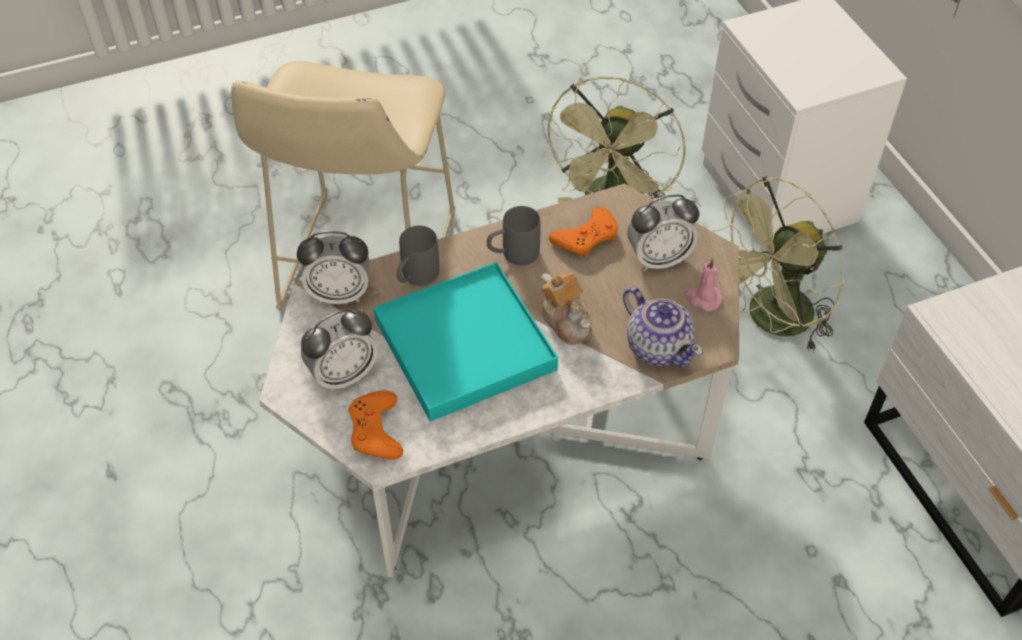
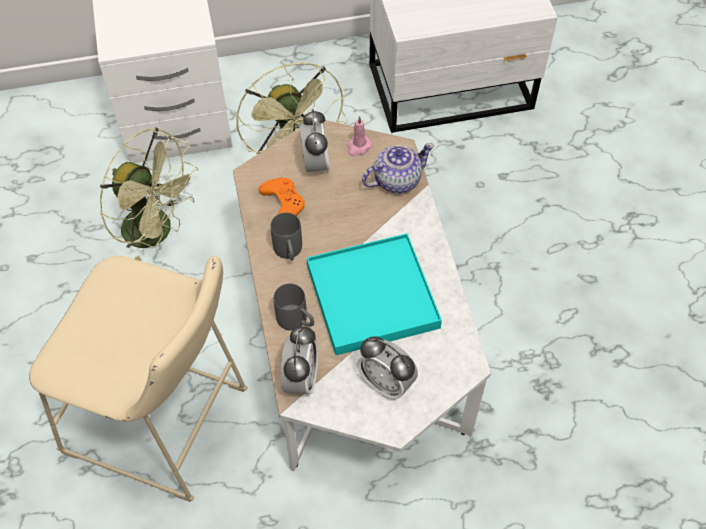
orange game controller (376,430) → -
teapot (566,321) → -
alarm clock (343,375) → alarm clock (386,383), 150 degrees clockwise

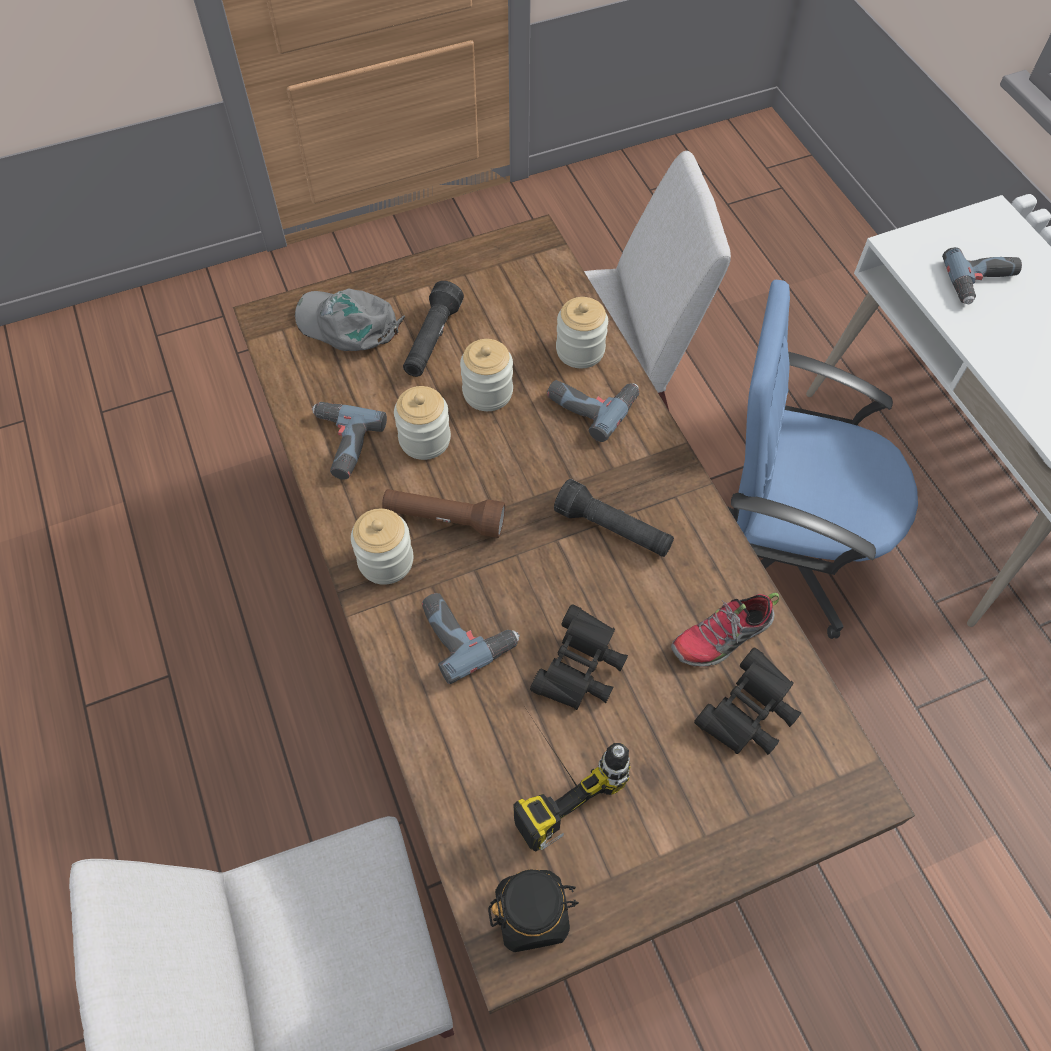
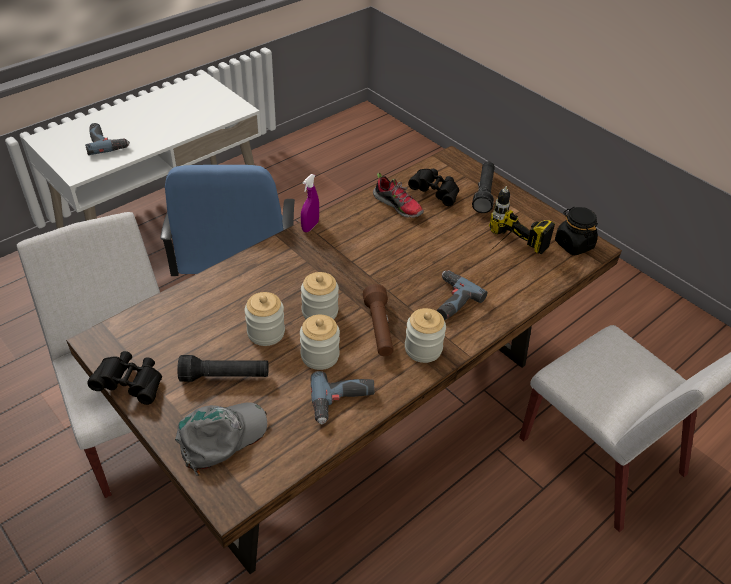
power drill (591,403) → -
- → purple spray bottle (310,226)
black binoculars (580,670) → black binoculars (131,384), move
black flashlight (613,529) → black flashlight (484,193), move
jar (580,350) → jar (320,312), move
grey cap (348,324) → grey cap (221,436), 135 degrees counterclockwise

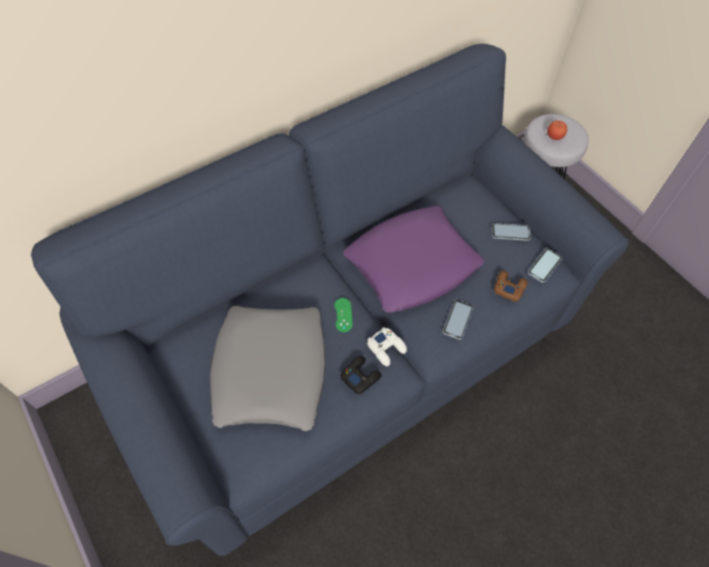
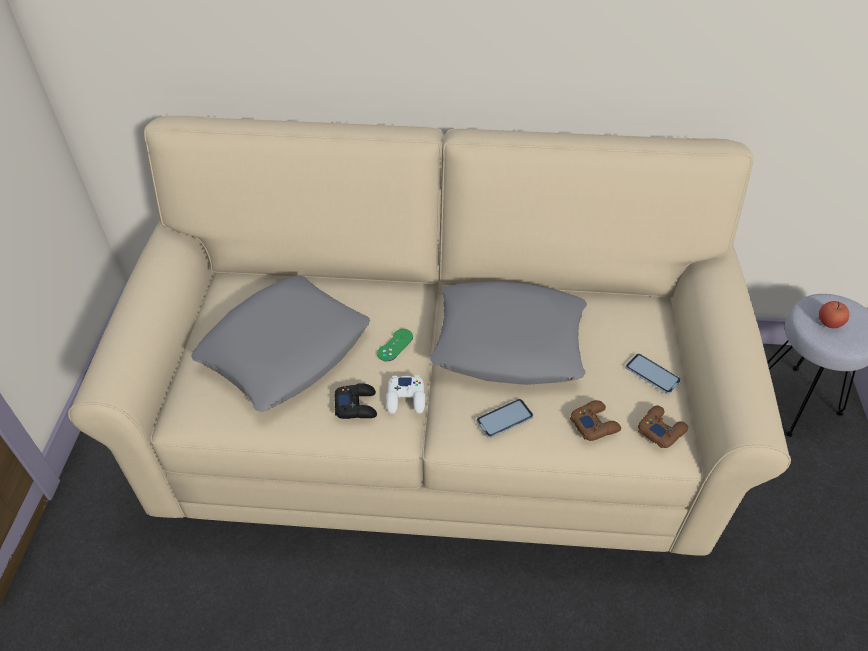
phone (544,266) → brown game controller (661,429)
blue sofa (353,348) → beige sofa (435,428)
purple pillow (412,264) → grey pillow (509,341)

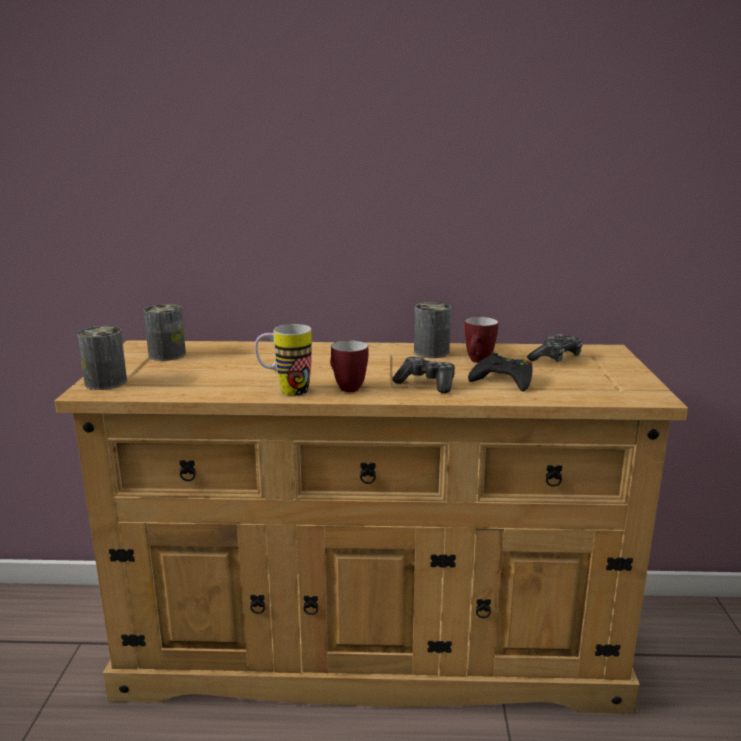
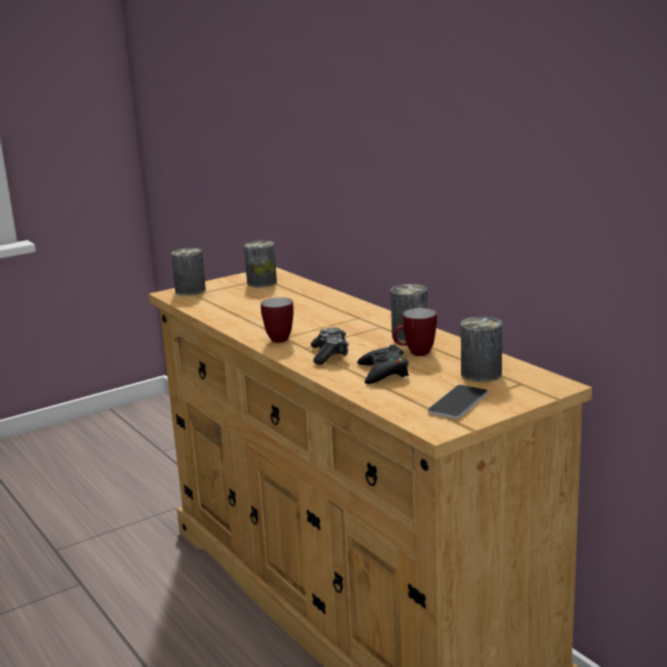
mug (285,391) → -
- → phone (458,403)
game controller (556,358) → can (481,374)

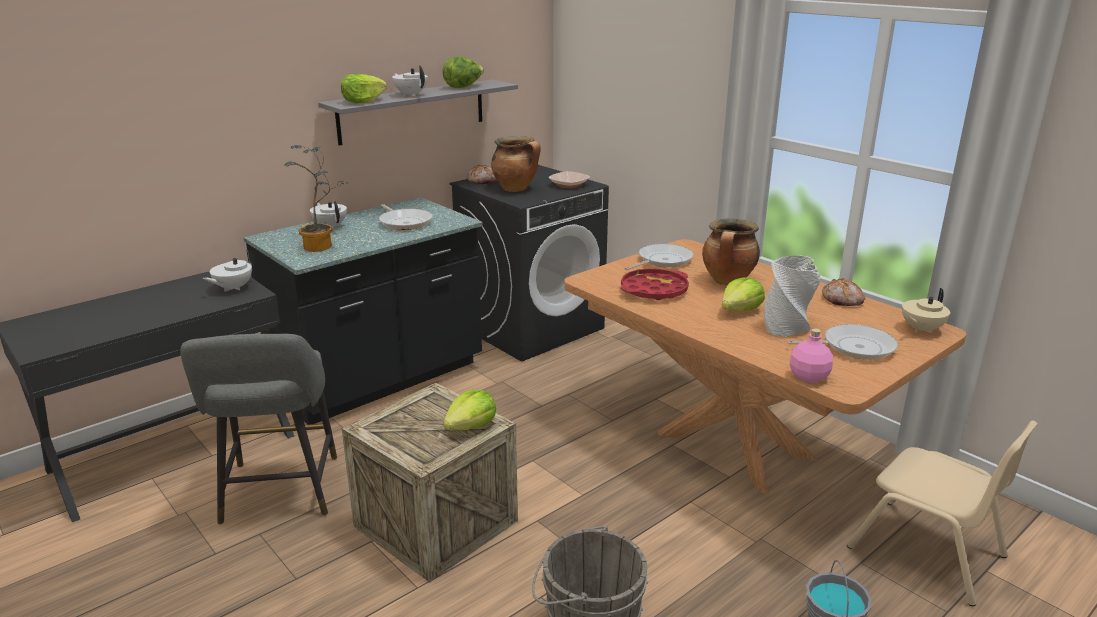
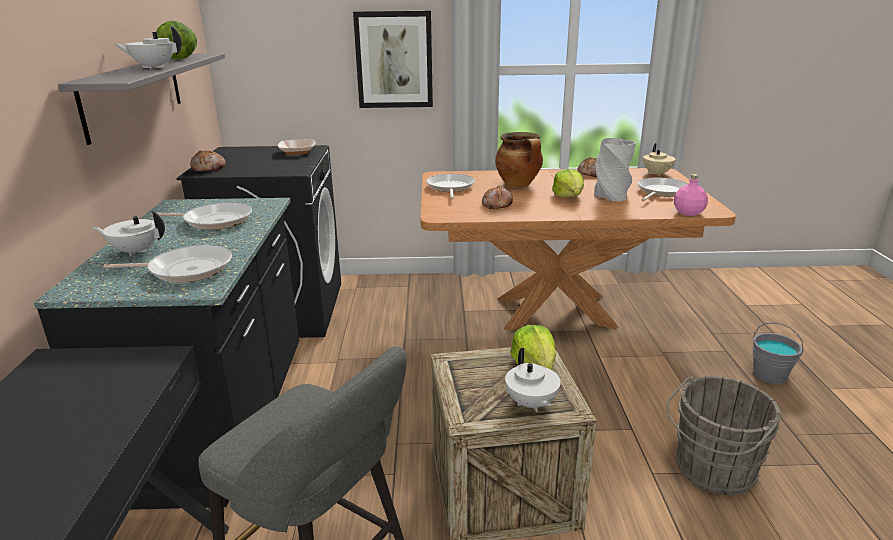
lettuce (363,101) → -
cooking pot (516,189) → -
beige chair (927,552) → -
- → picture (394,60)
white teapot (233,288) → white teapot (531,404), move
potted plant (322,247) → frying pan (186,269)
red tray (654,290) → bread (496,205)

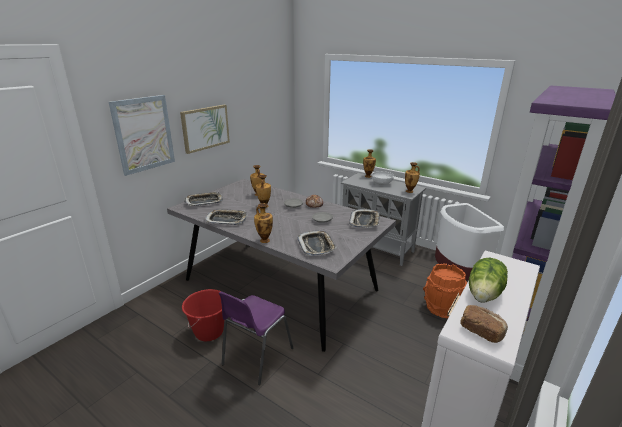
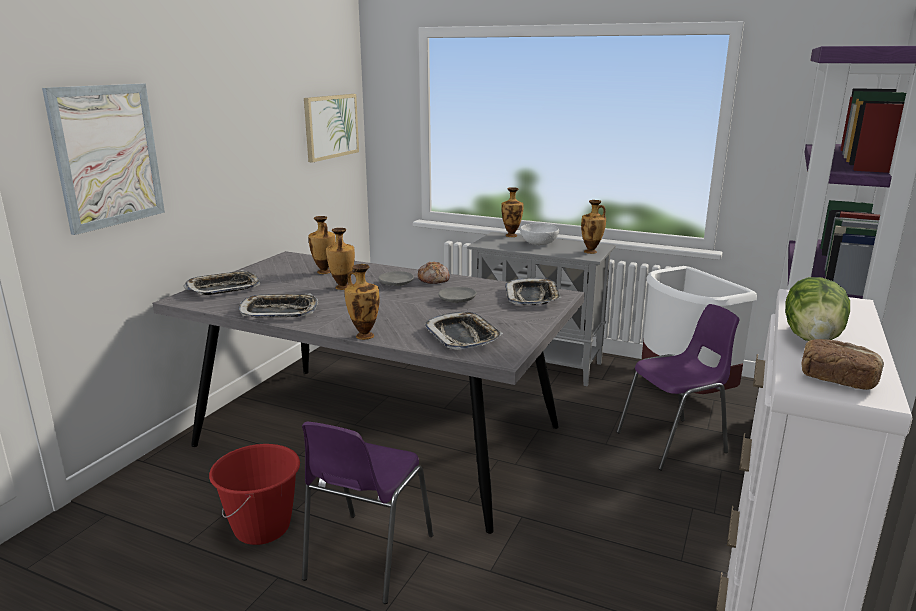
picture (205,128) → picture (331,126), move
orange bucket (442,308) → purple chair (674,443)

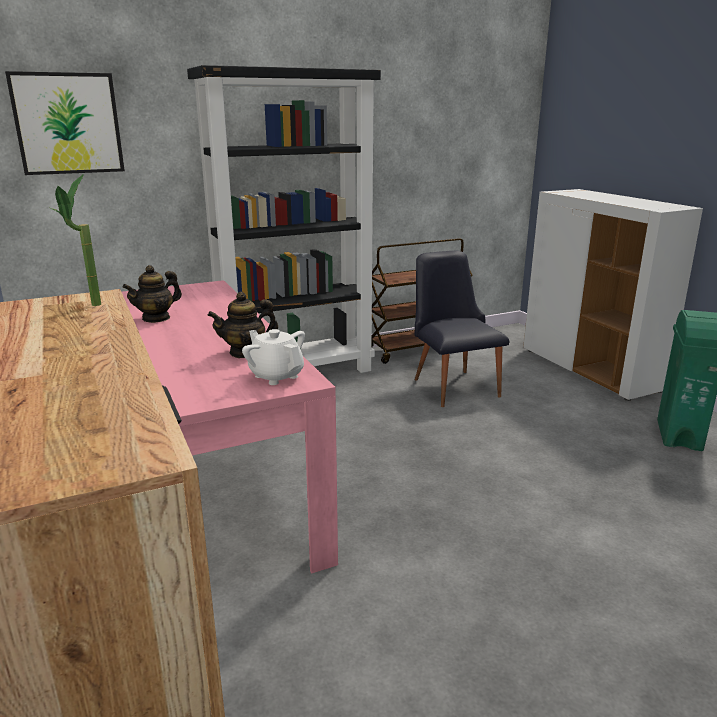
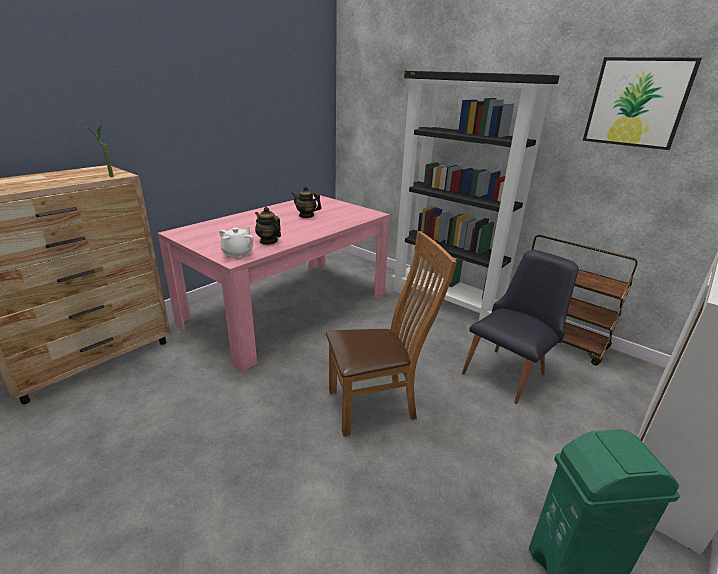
- → brown chair (377,404)
picture (68,124) → picture (637,103), move

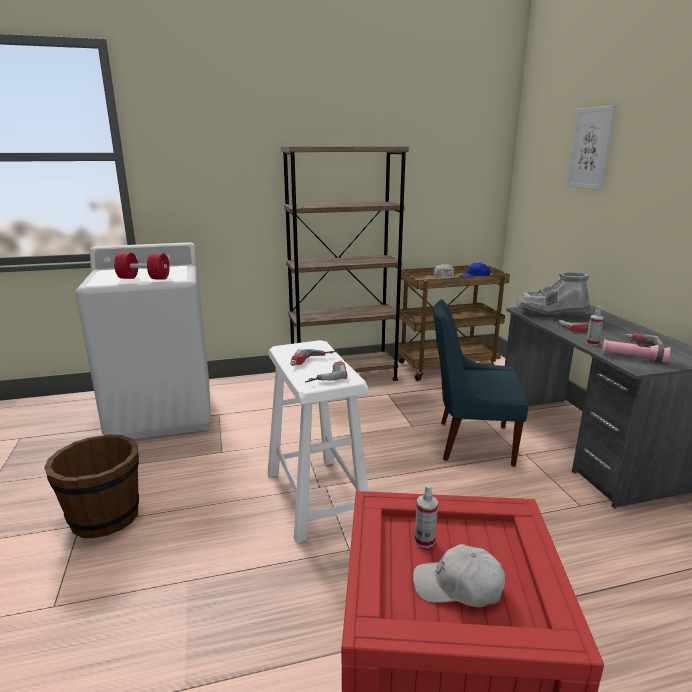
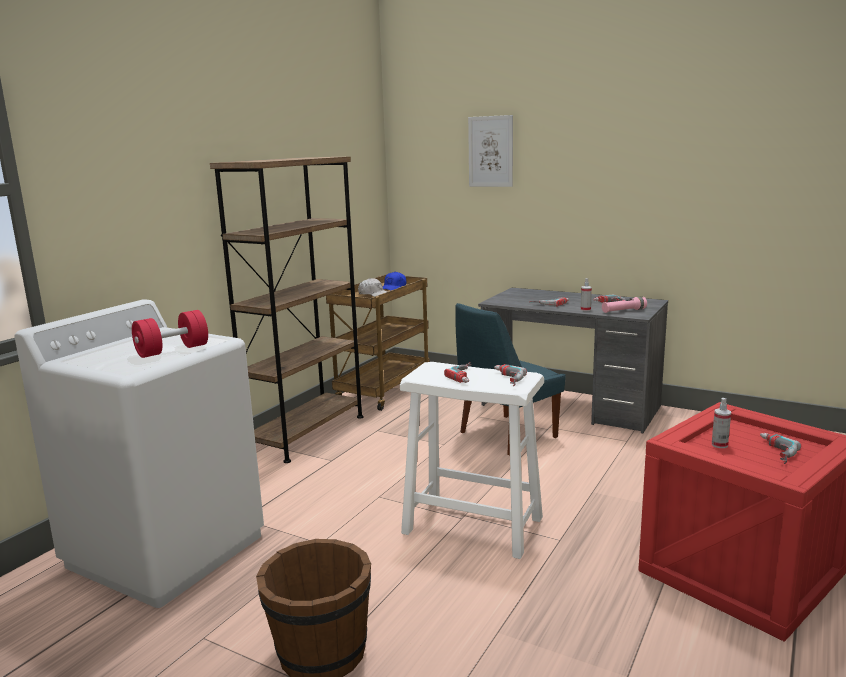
grey boot (551,313) → -
white cap (458,586) → power drill (772,452)

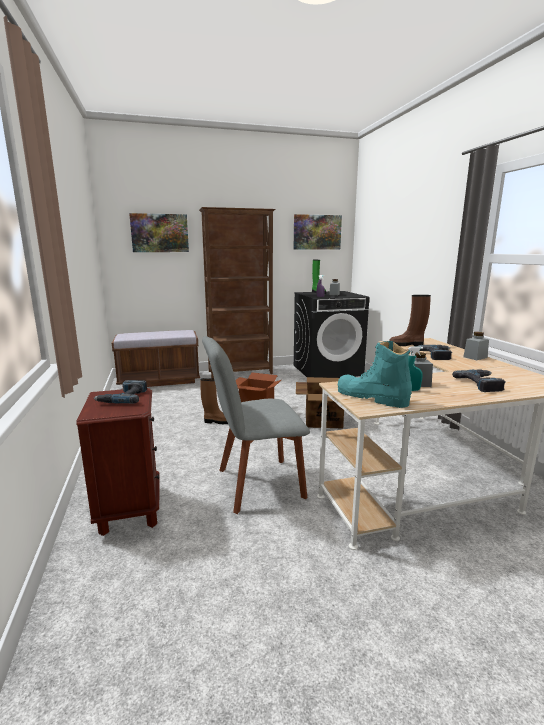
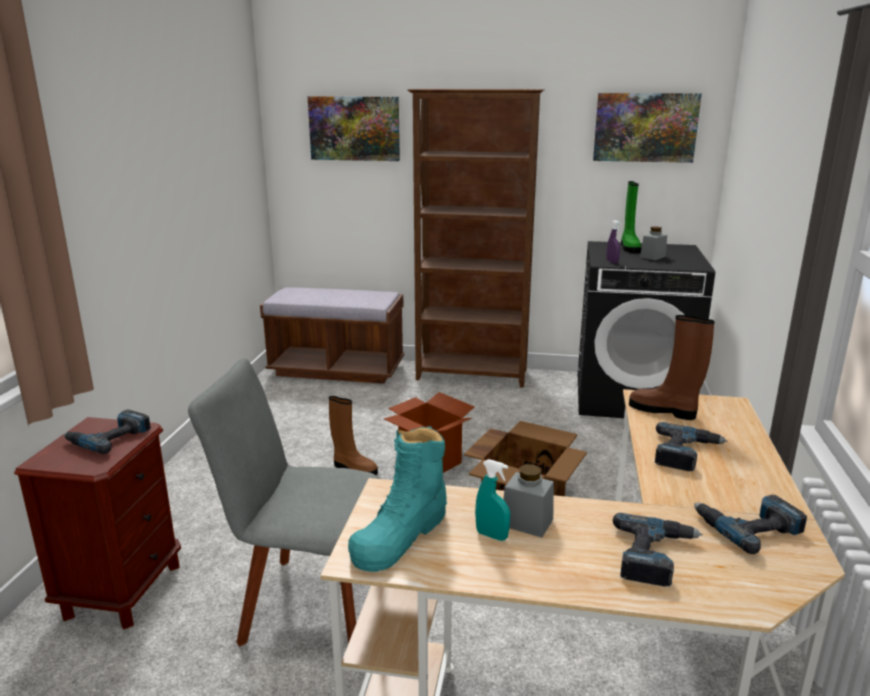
grey jar (475,357) → -
- → power drill (748,527)
turquoise boot (371,397) → turquoise boot (401,535), 120 degrees counterclockwise

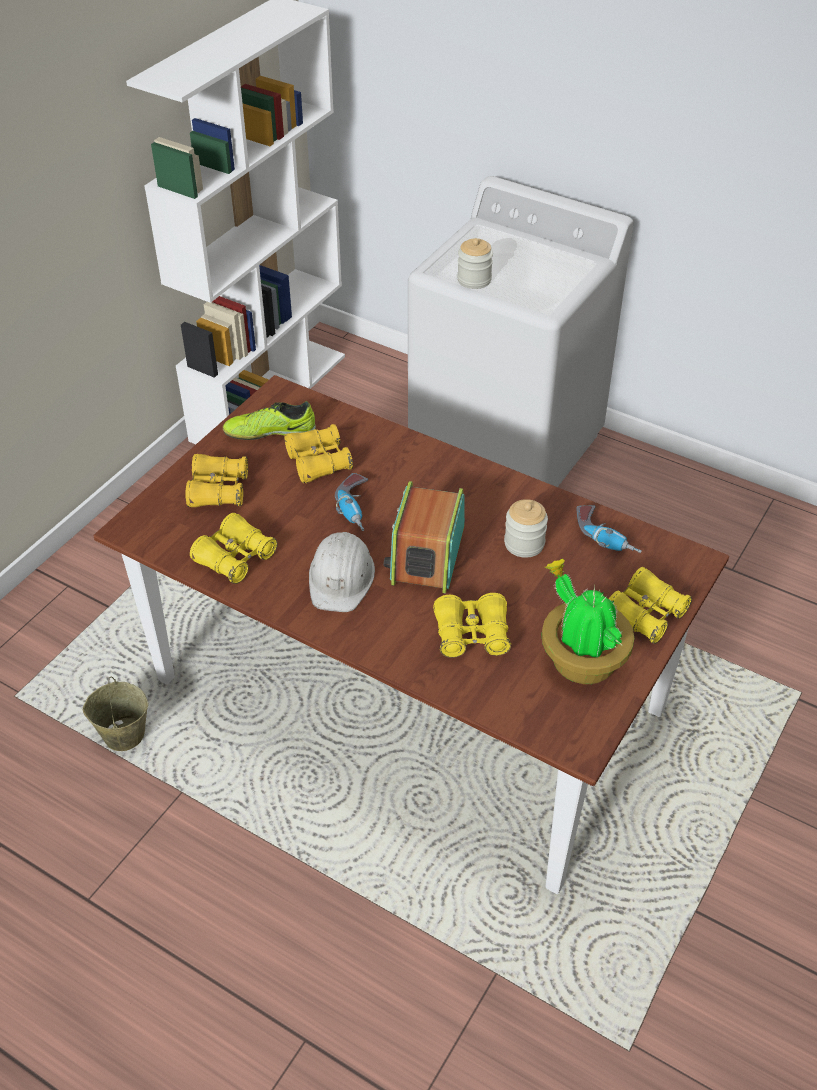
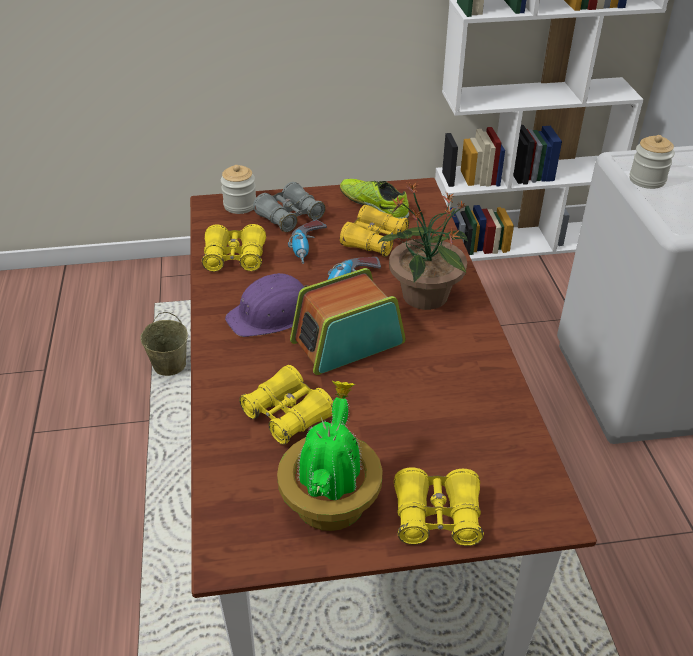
- → potted plant (424,296)
jar (524,544) → jar (240,205), move
power drill (606,537) → power drill (308,248), move
yellow binoculars (218,490) → grey binoculars (290,217)
white hard hat (341,577) → purple hard hat (271,314)

